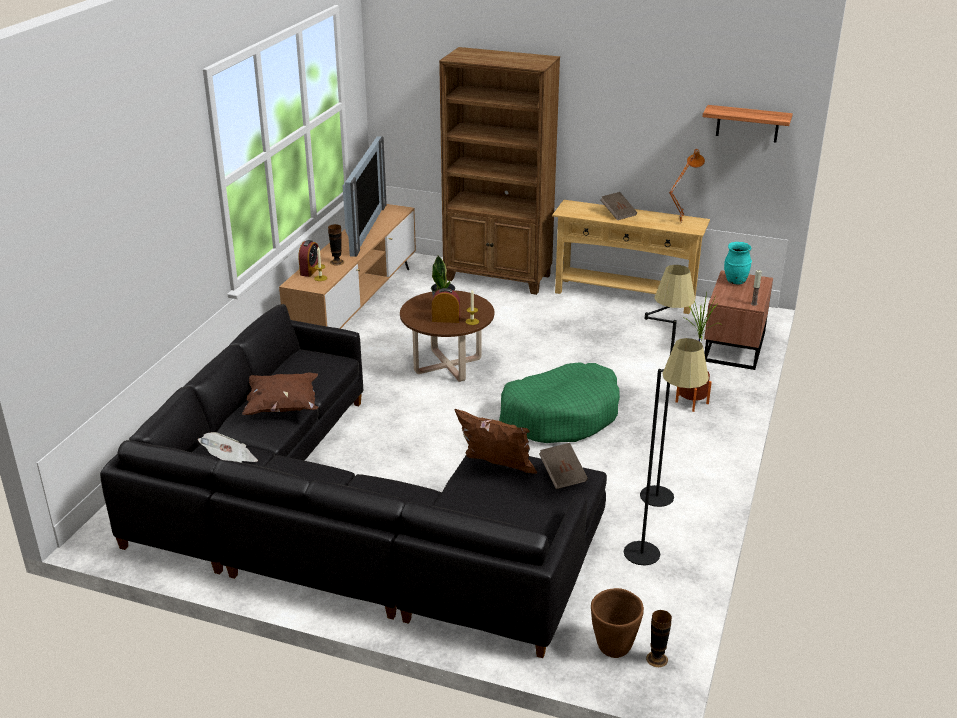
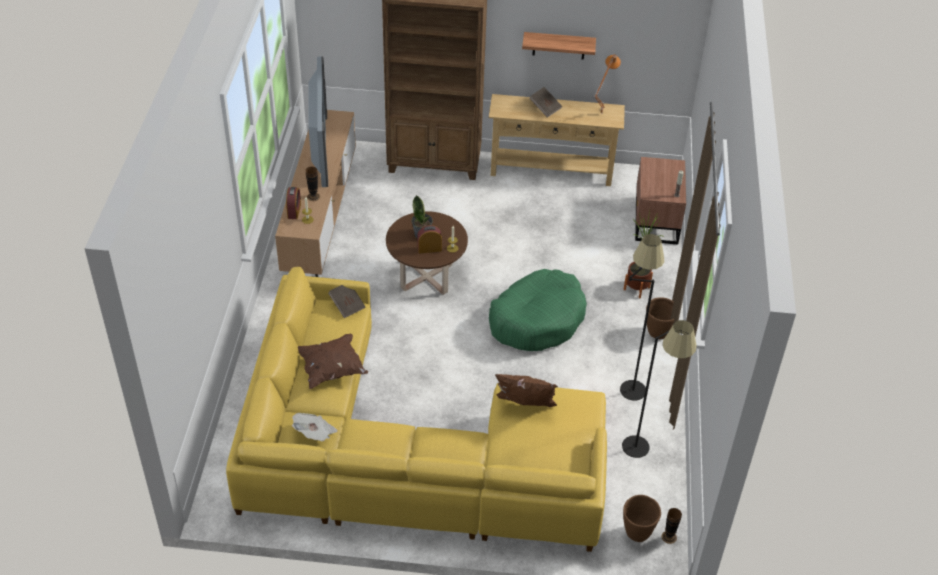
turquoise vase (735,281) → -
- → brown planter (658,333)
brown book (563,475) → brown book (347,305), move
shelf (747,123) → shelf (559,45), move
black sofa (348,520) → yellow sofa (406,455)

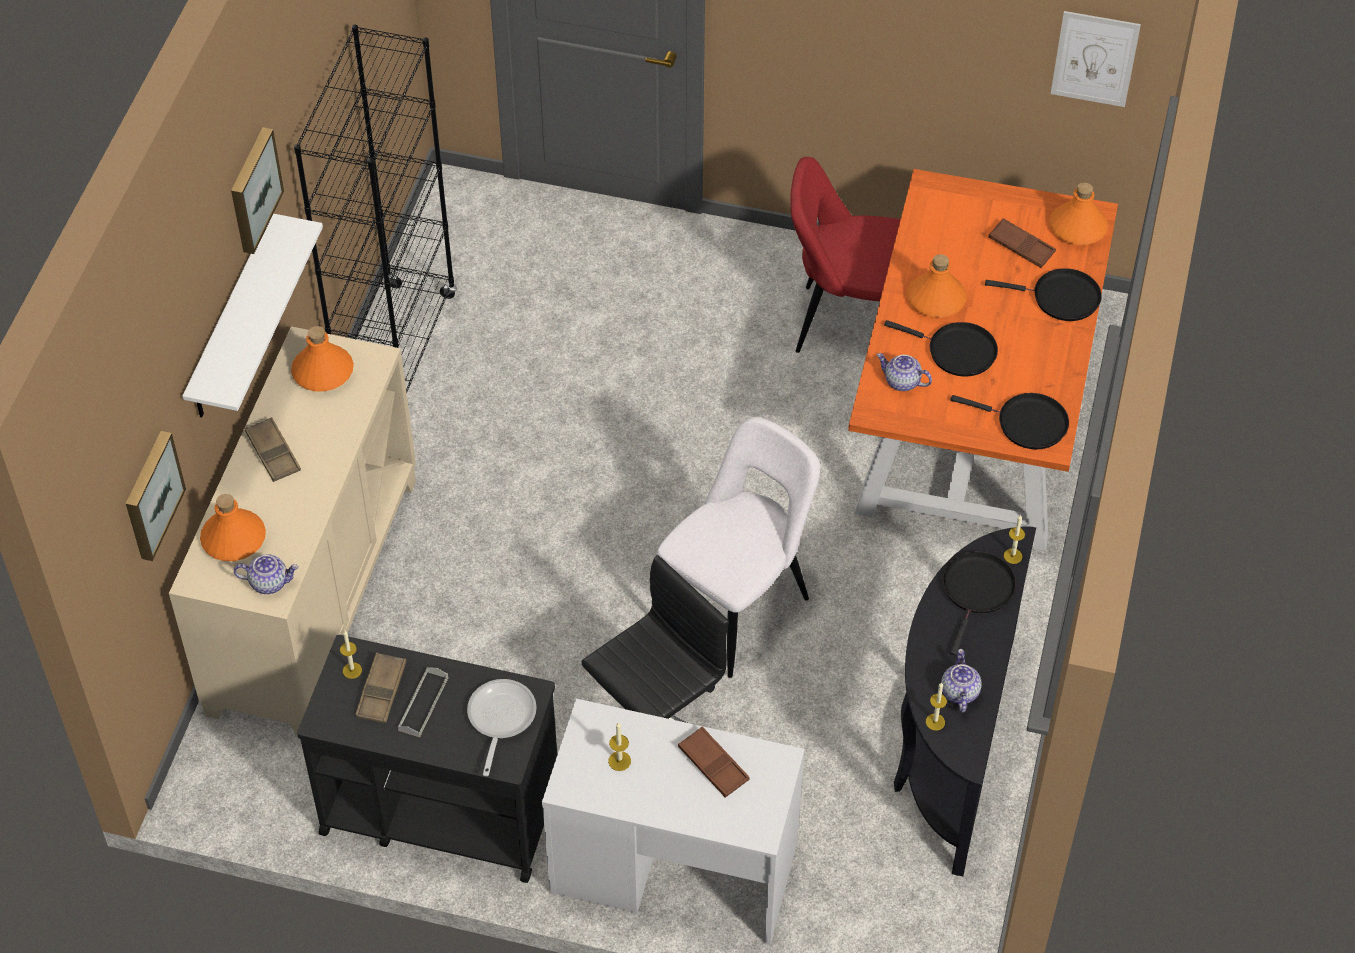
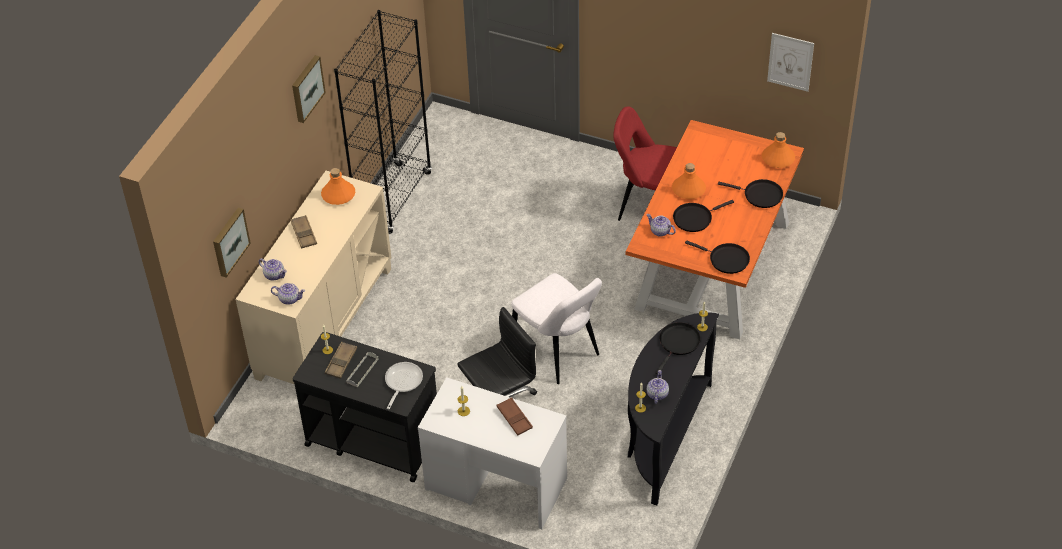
white shelf (231,321) → -
brown tray (1021,247) → -
orange bottle (233,538) → teapot (274,275)
white chair (737,606) → white chair (558,351), 90 degrees clockwise
black frying pan (957,351) → black frying pan (694,218), 120 degrees clockwise

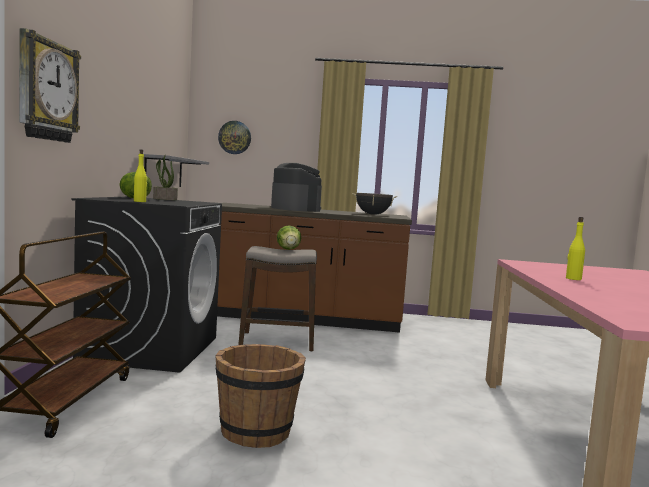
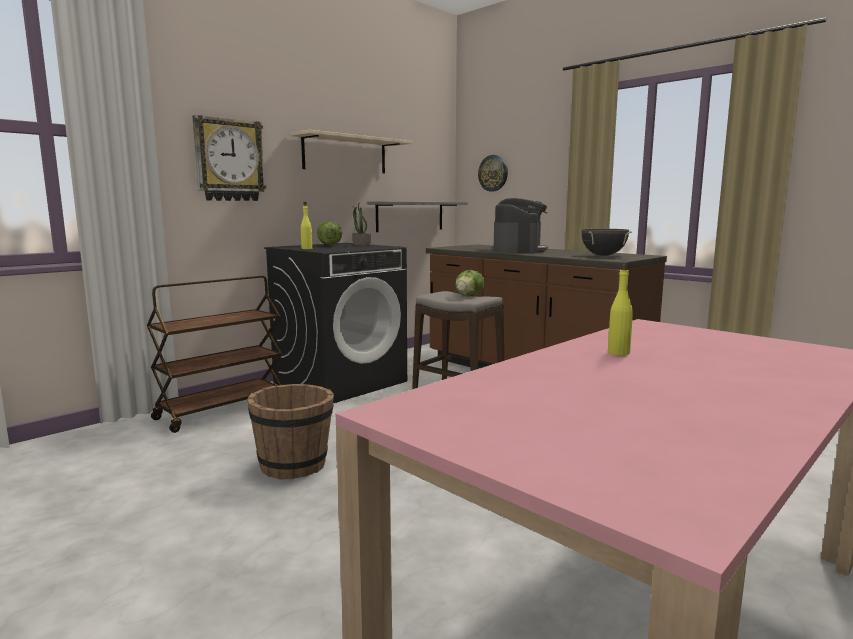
- → beige shelf (345,154)

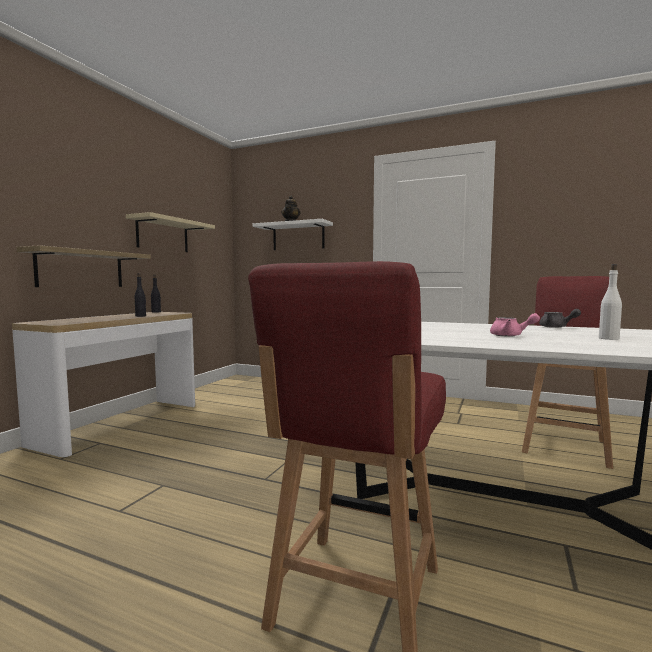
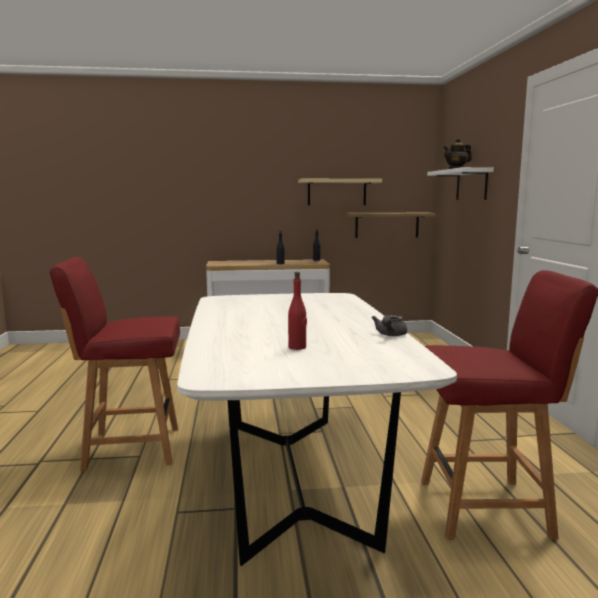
pink teapot (510,335) → -
shelf (81,269) → shelf (387,225), move
white bottle (609,338) → red bottle (297,347)

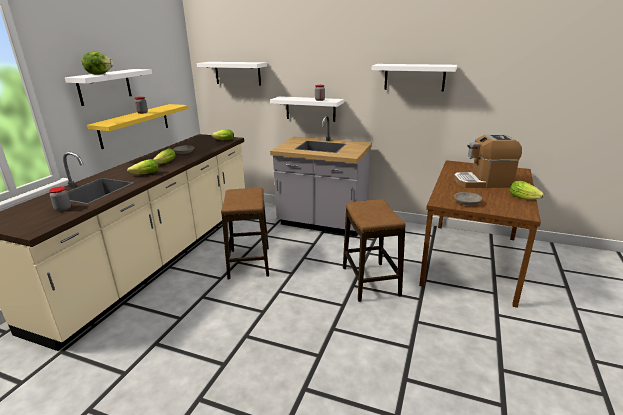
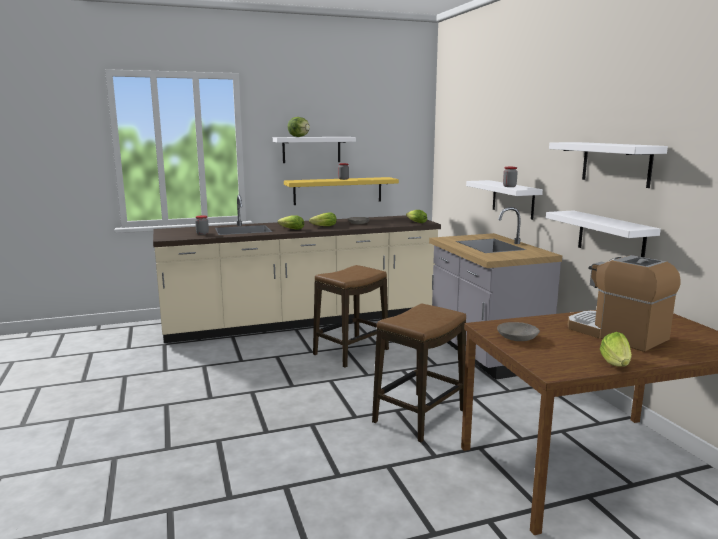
white shelf (237,73) → white shelf (611,237), move

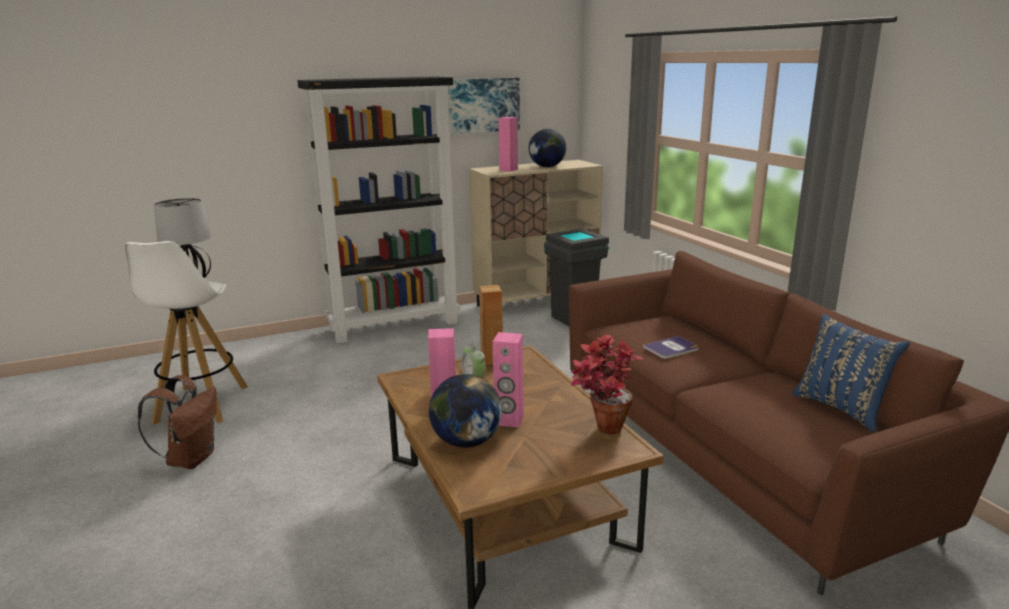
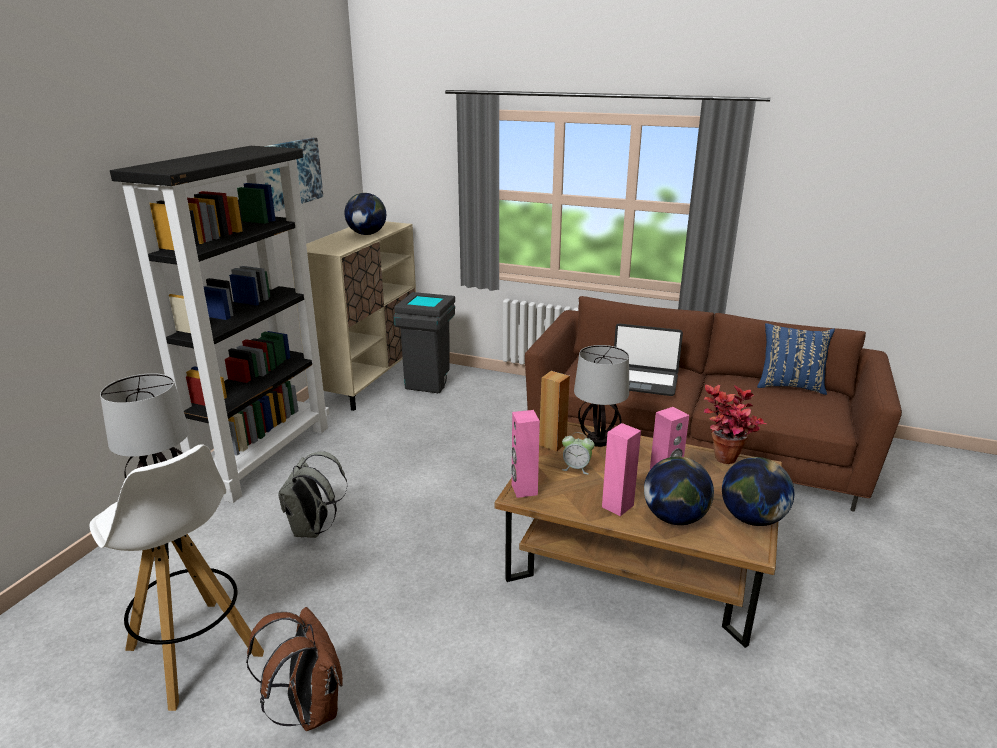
- → grey backpack (313,529)
- → table lamp (597,441)
- → globe (752,519)
pink speaker (508,170) → pink speaker (524,490), move
book (671,348) → laptop (642,382)

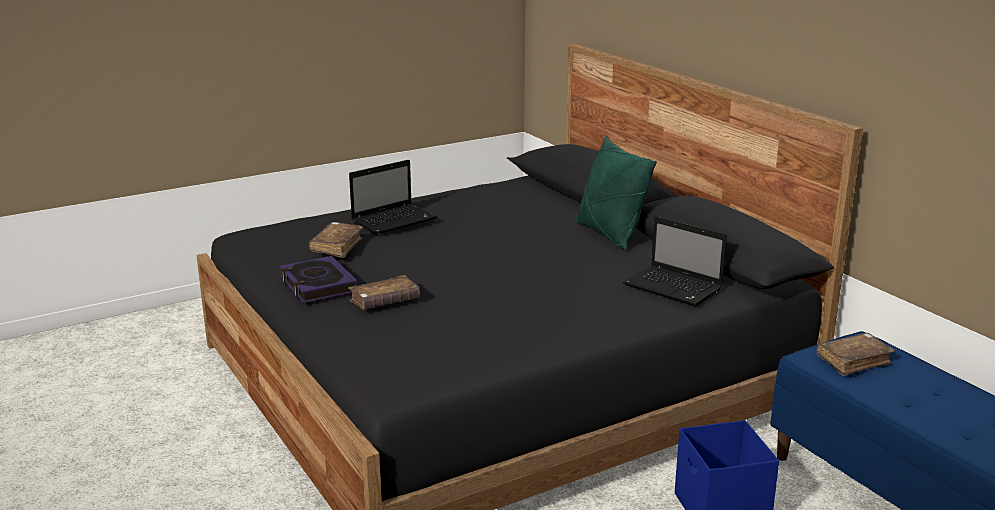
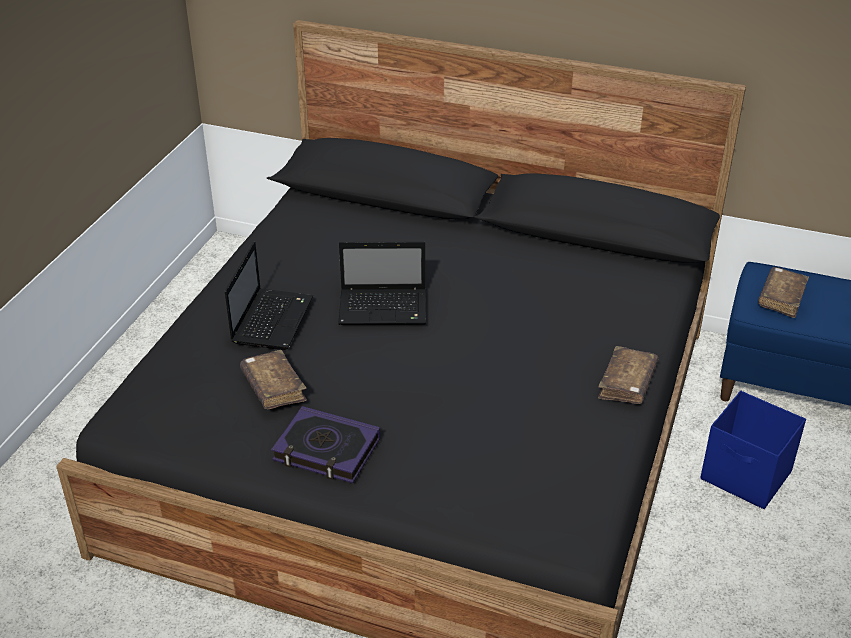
green pillow (609,234) → -
brown book (384,302) → brown book (627,383), move
laptop (674,288) → laptop (385,308), move

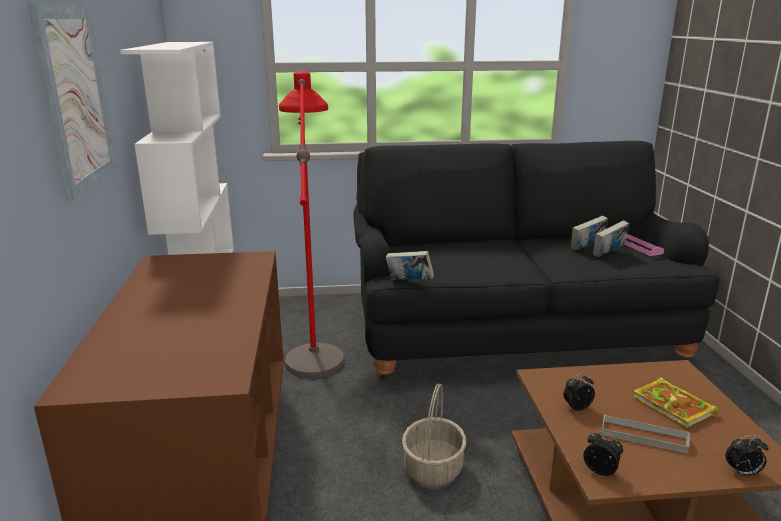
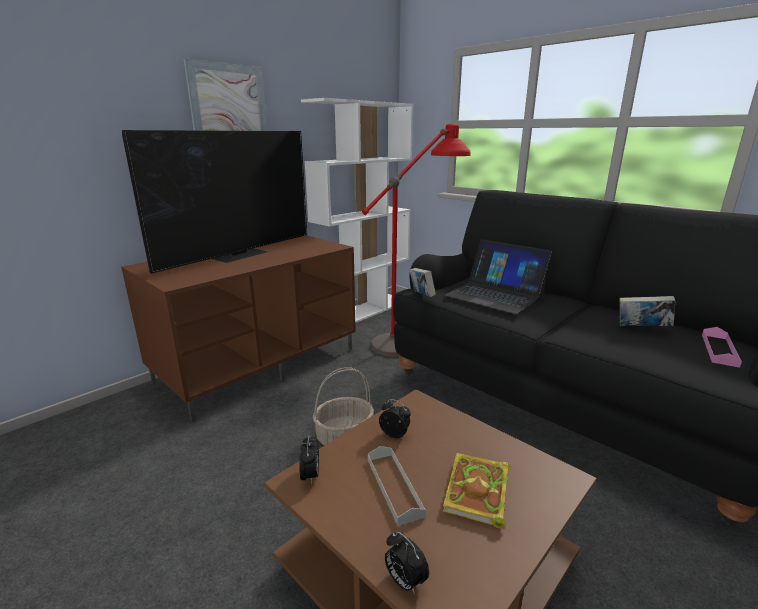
book (608,254) → -
- → television (240,254)
- → laptop (495,295)

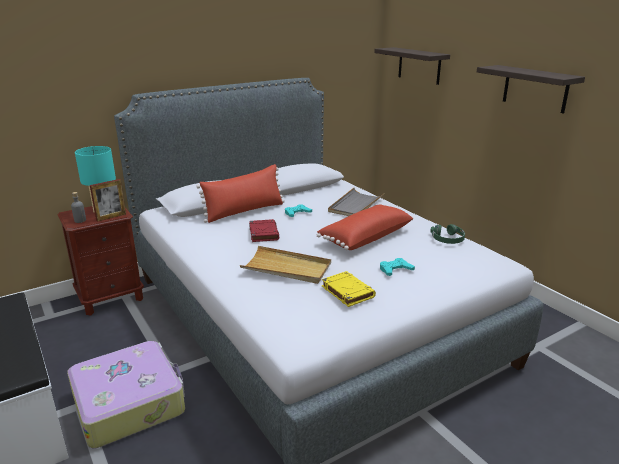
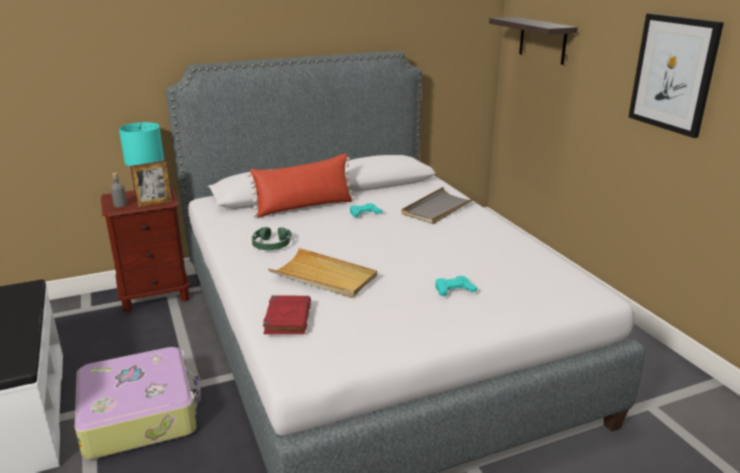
red pillow (364,237) → -
yellow book (347,291) → -
red book (263,233) → red book (287,318), move
green headphones (448,239) → green headphones (271,245), move
shelf (535,88) → picture (673,73)

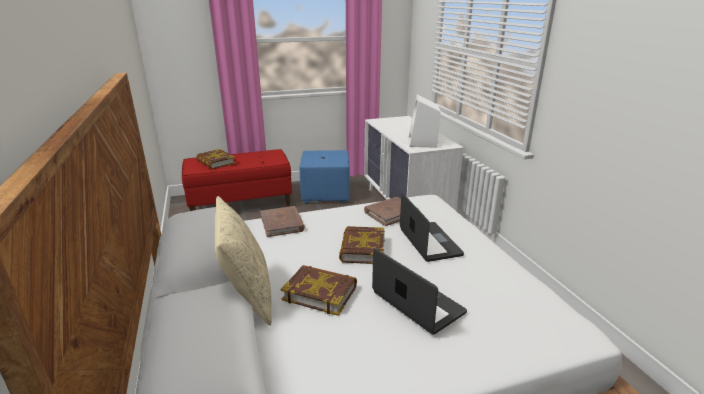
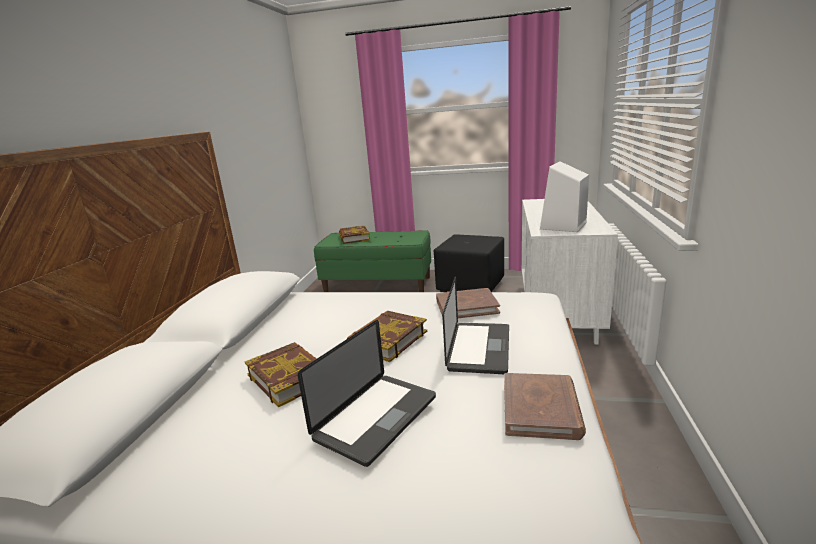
beige pillow (247,296) → -
brown book (282,223) → brown book (541,409), move
red bench (241,204) → green bench (378,285)
blue ottoman (326,194) → black ottoman (471,286)
laptop (417,303) → laptop (376,418), 45 degrees clockwise

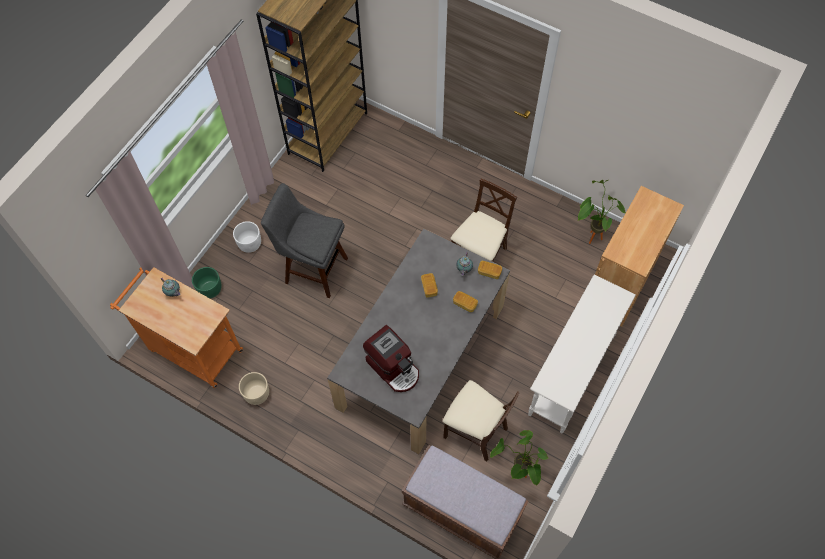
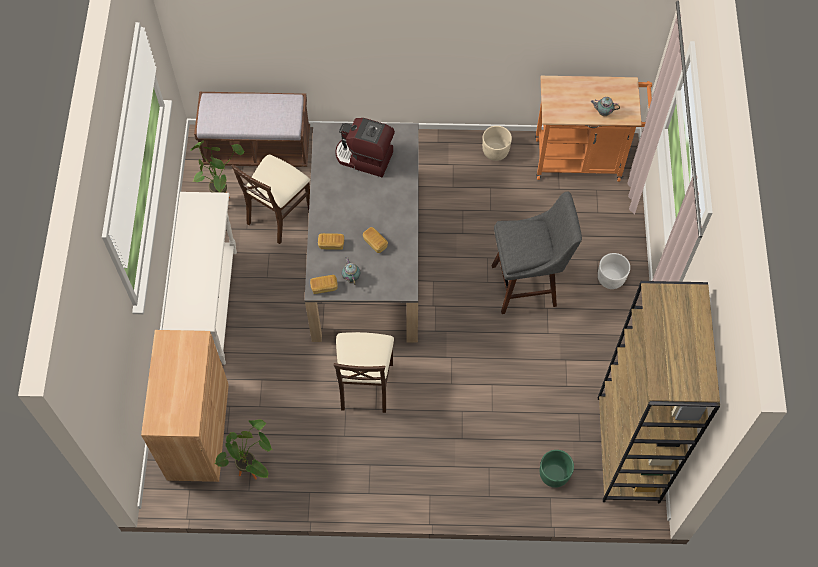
green planter (210,289) → green planter (554,475), move
beige chair (475,431) → beige chair (279,214), 60 degrees counterclockwise

